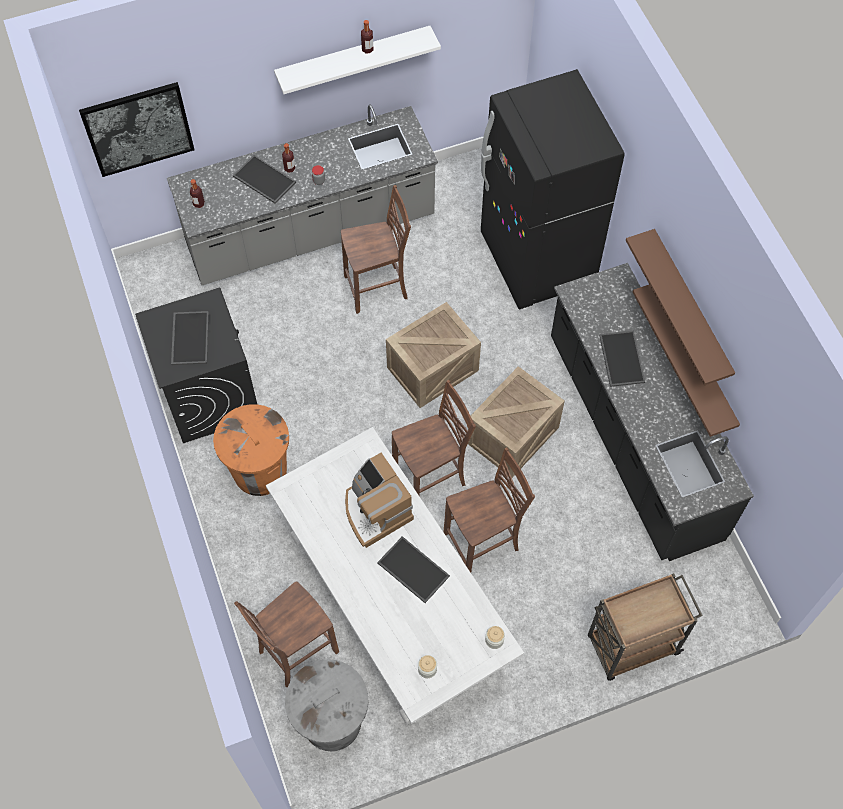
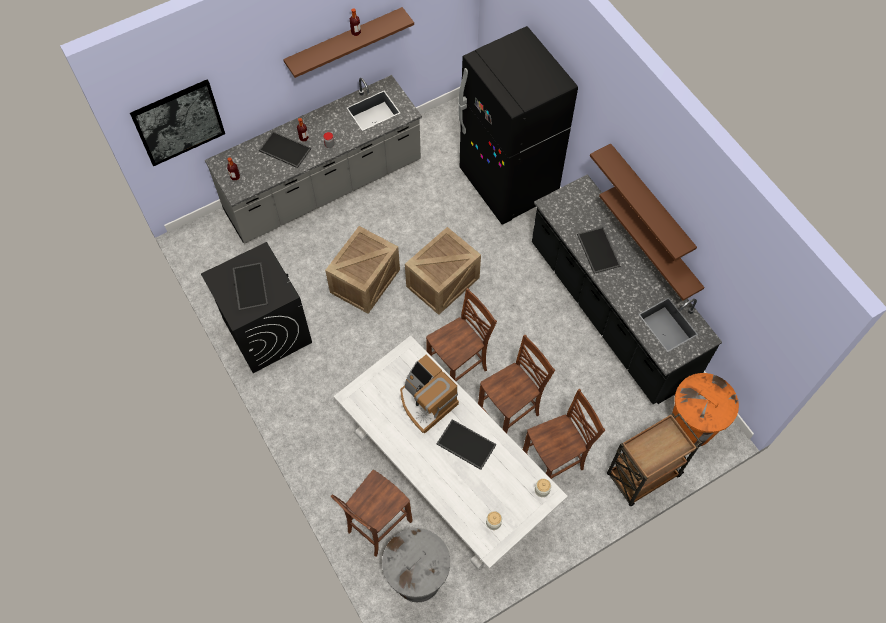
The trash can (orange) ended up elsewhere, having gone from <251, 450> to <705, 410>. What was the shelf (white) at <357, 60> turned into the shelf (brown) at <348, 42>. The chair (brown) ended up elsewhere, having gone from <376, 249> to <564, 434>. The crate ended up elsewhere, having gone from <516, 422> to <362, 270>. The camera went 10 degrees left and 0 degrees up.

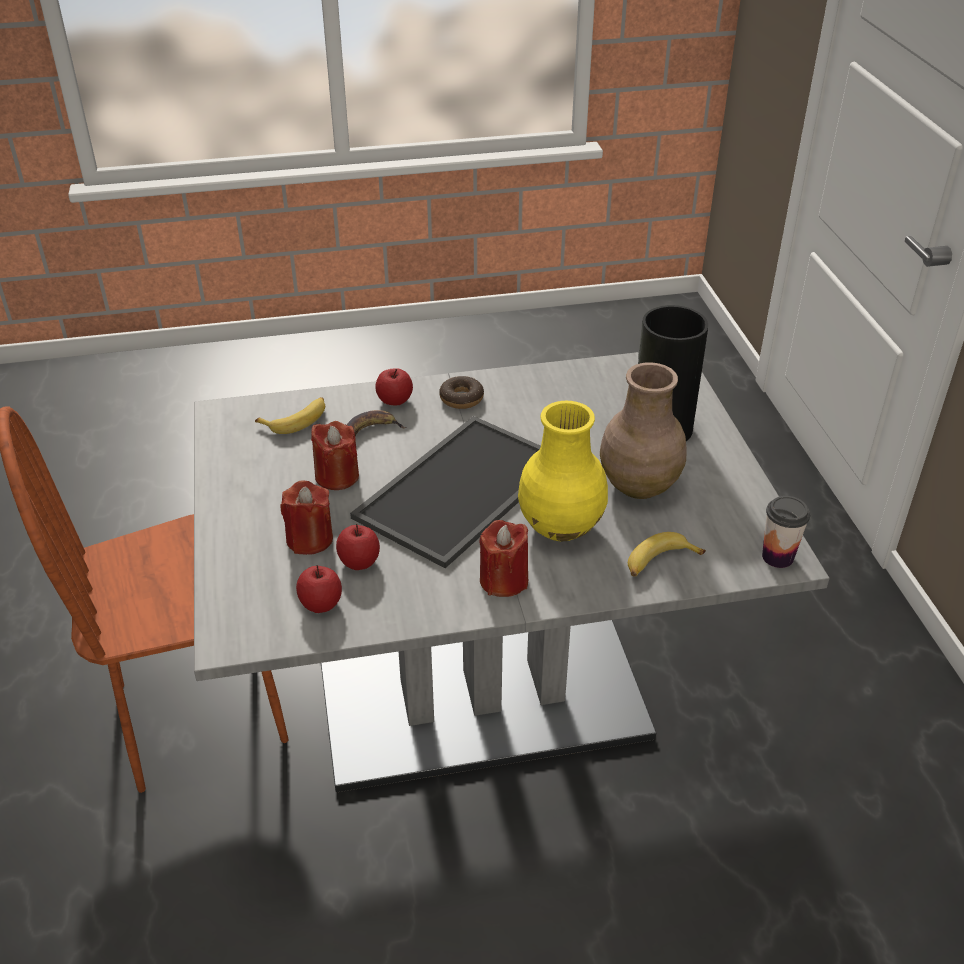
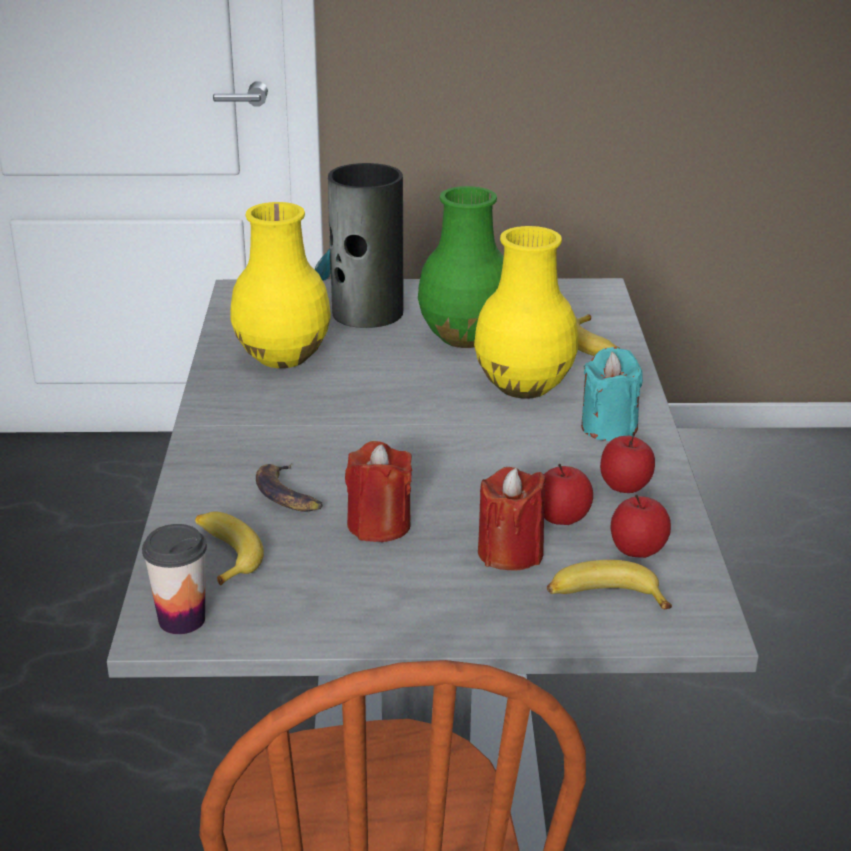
The second view lost the tray at <445, 492>. The apple ended up elsewhere, having gone from <394, 387> to <627, 462>. The second view lost the donut at <461, 392>. What was the candle (red) at <503, 558> turned into the candle (turquoise) at <612, 394>. What was the vase (brown) at <643, 430> turned into the vase (green) at <461, 267>. The cup ended up elsewhere, having gone from <786, 532> to <174, 579>. The second view gained the vase (yellow) at <280, 285>. The second view gained the banana at <609, 584>. The camera went 80 degrees left and 10 degrees down.

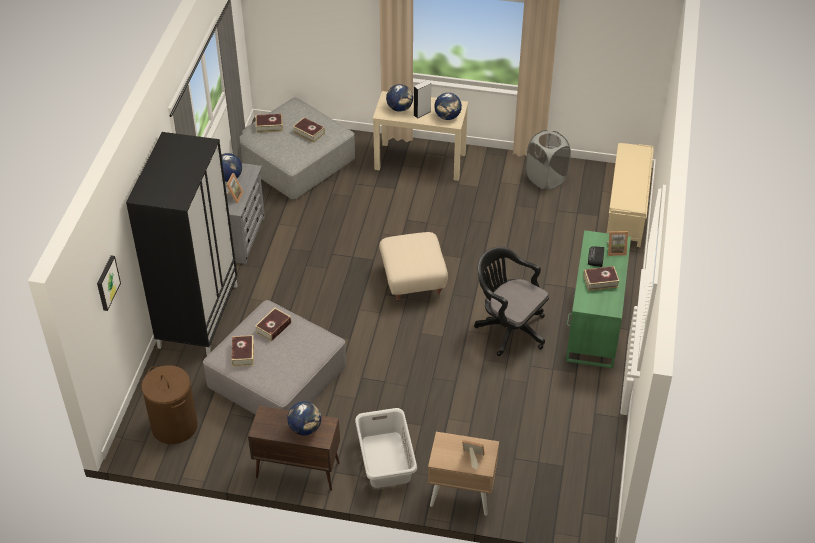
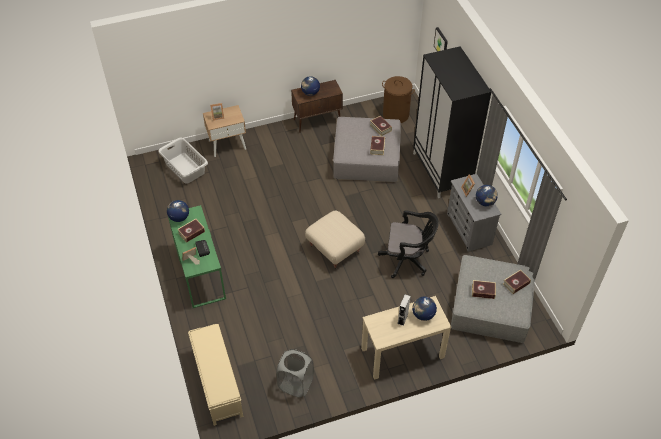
The laundry basket (grey) ended up elsewhere, having gone from <386, 448> to <183, 161>. The globe ended up elsewhere, having gone from <448, 106> to <178, 211>. The office chair (black) ended up elsewhere, having gone from <511, 301> to <408, 244>. The camera went 150 degrees right and 5 degrees up.

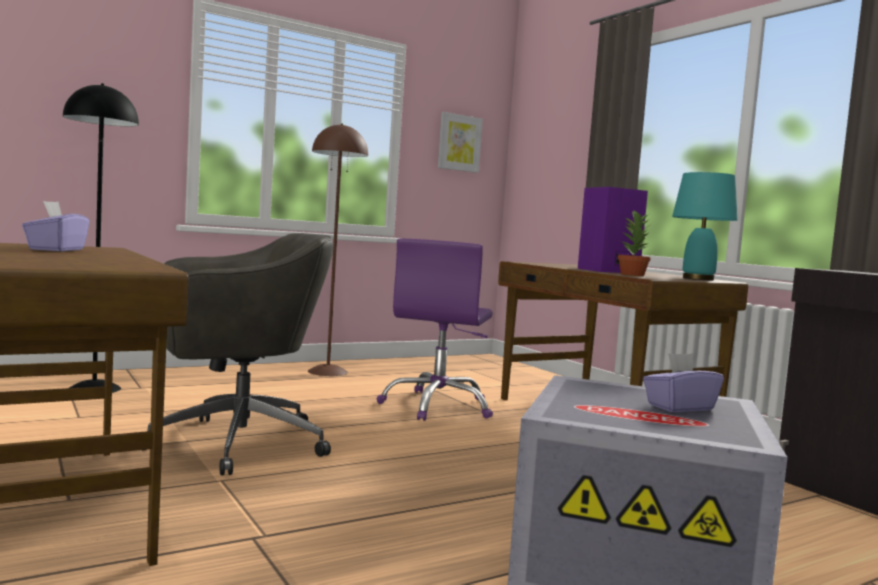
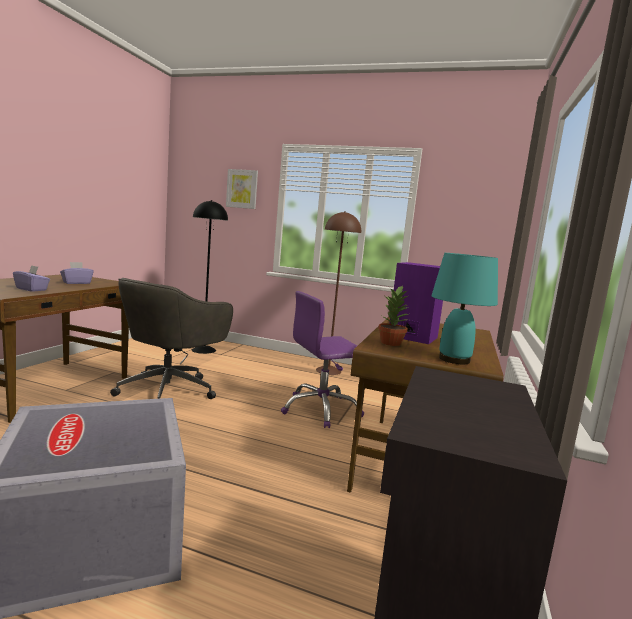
The office chair (grey) at <240, 354> ended up facing another way, 90 degrees clockwise from before. The picture ended up elsewhere, having gone from <460, 142> to <242, 189>. The tissue box (purple) ended up elsewhere, having gone from <683, 382> to <31, 278>. The camera went 50 degrees right and 5 degrees up.

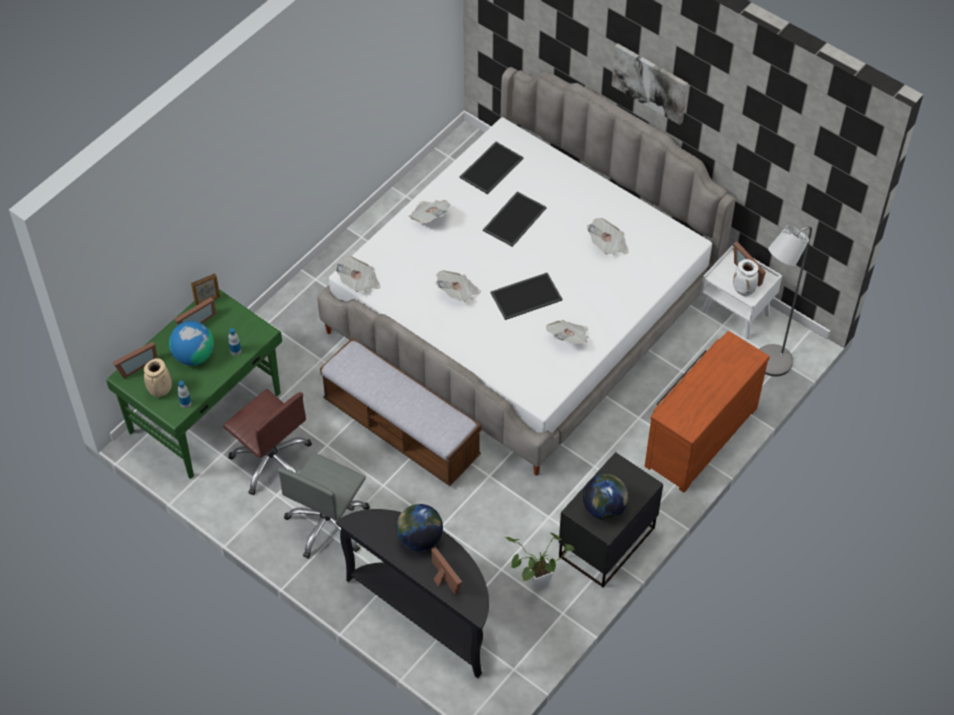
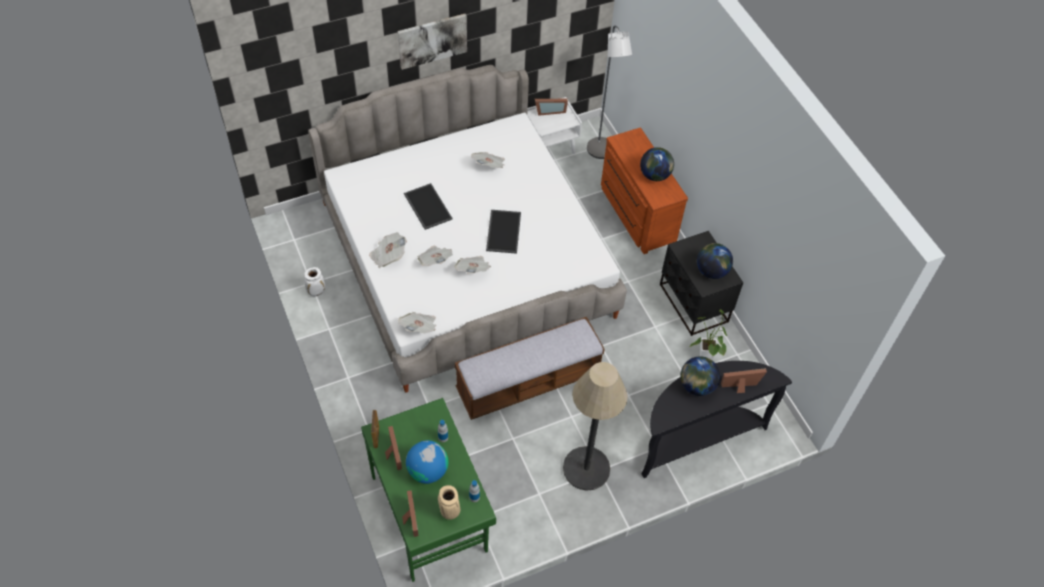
The second view lost the office chair (brown) at <267, 442>. Where the office chair (grey) stood at <324, 505>, the floor lamp came to stand at <595, 426>. The second view lost the tray at <492, 168>. The newspaper ended up elsewhere, having gone from <567, 332> to <435, 256>. The vase (white) ended up elsewhere, having gone from <745, 277> to <315, 281>. The second view gained the globe at <657, 164>. The camera went 65 degrees left and 0 degrees up.

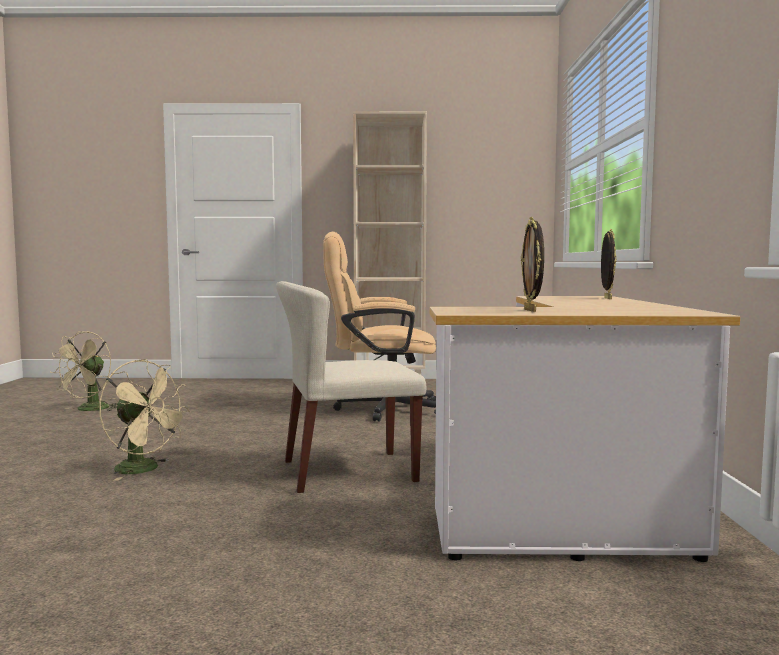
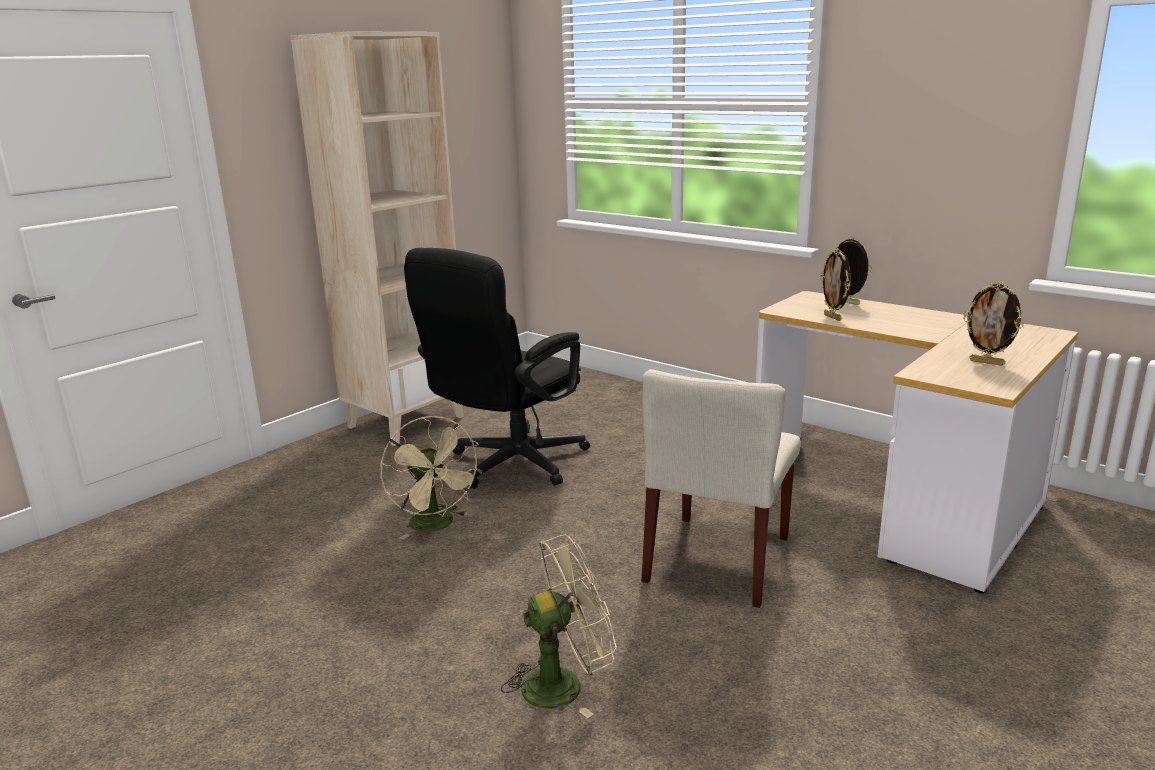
The fan (beige) ended up elsewhere, having gone from <83, 371> to <431, 478>. What was the office chair (beige) at <379, 326> turned into the office chair (black) at <497, 368>. The second view gained the picture frame at <835, 284>. The camera went 50 degrees left and 15 degrees up.

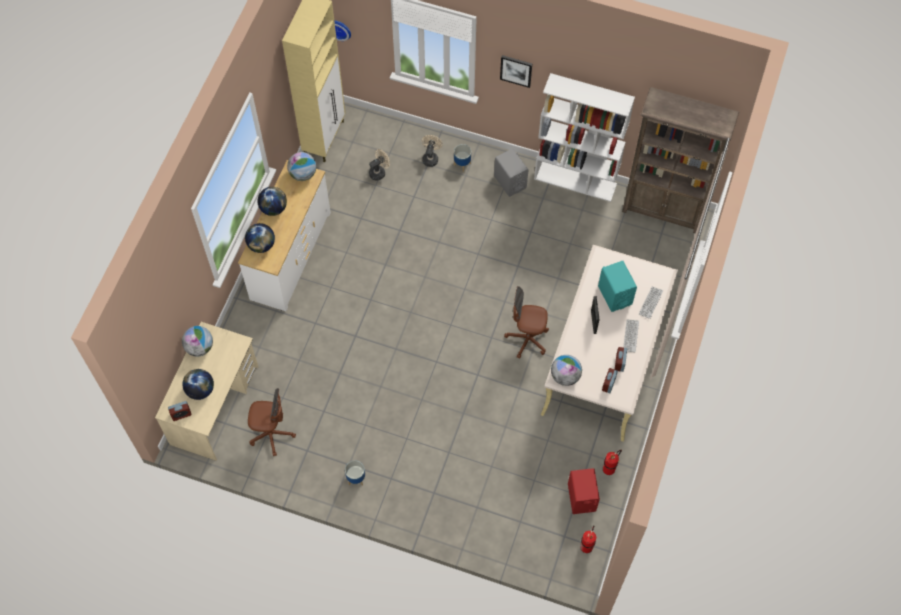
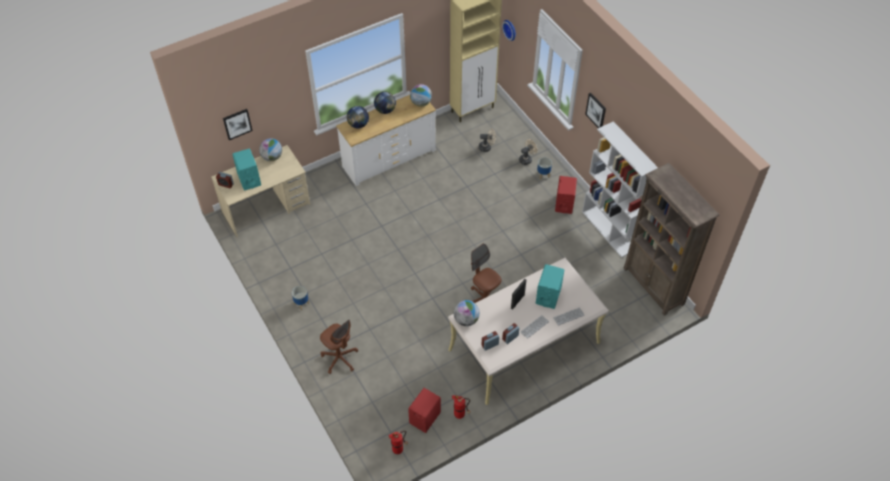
Where the globe stood at <198, 384>, the speaker (turquoise) came to stand at <246, 169>. The office chair (brown) ended up elsewhere, having gone from <272, 422> to <339, 346>. What was the speaker (grey) at <511, 173> turned into the speaker (red) at <566, 195>. The second view gained the picture at <237, 124>. The camera went 40 degrees right and 10 degrees down.

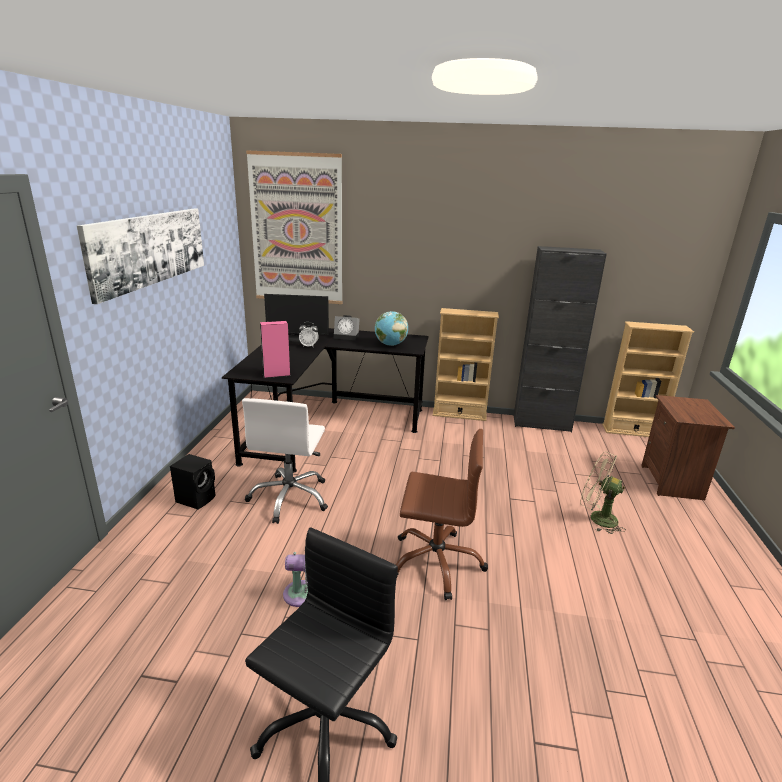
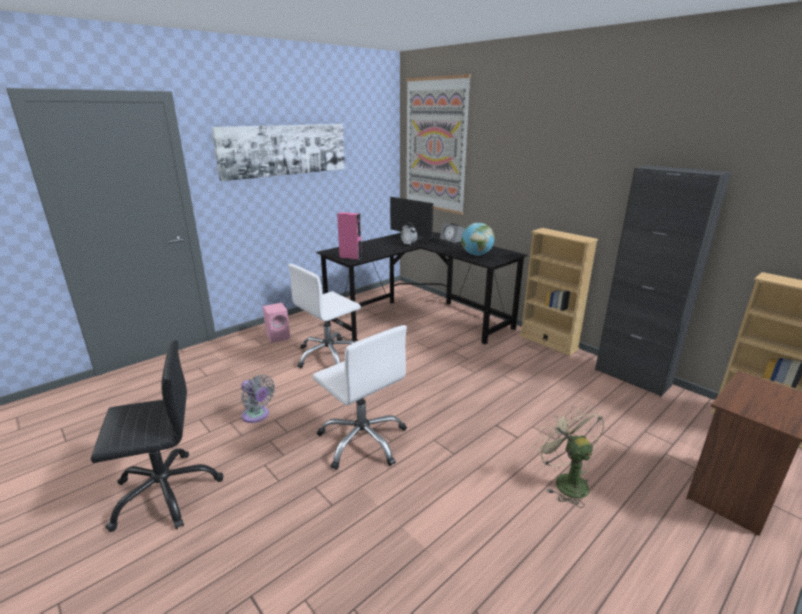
What was the speaker (black) at <193, 482> turned into the speaker (pink) at <276, 323>. What was the office chair (brown) at <442, 514> turned into the office chair (white) at <360, 397>. The camera went 40 degrees right and 0 degrees up.

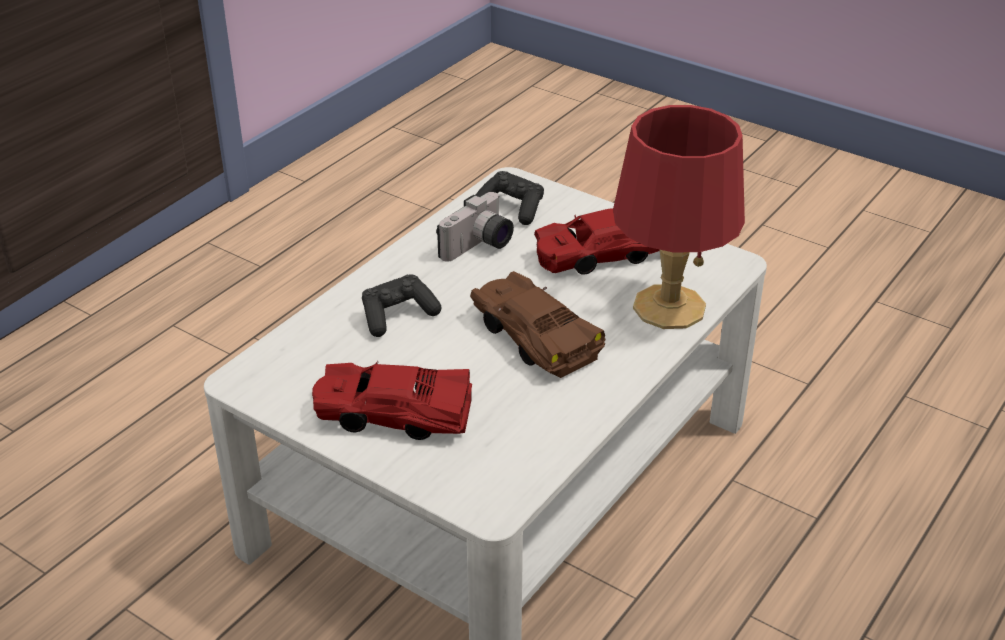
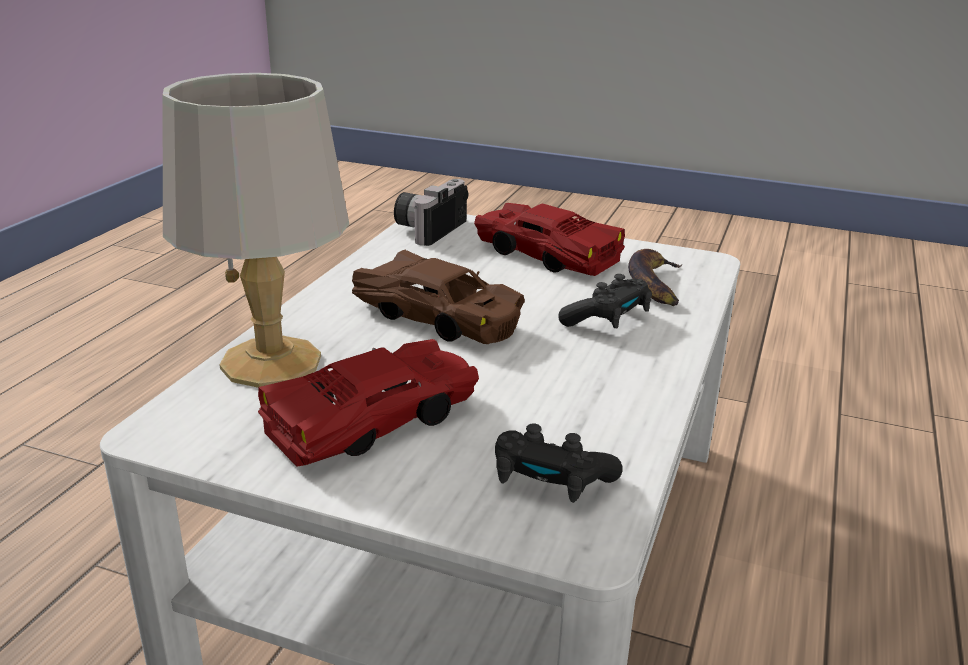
The toy car (red) at <392, 400> ended up facing another way, 135 degrees counterclockwise from before. The photo camera ended up elsewhere, having gone from <475, 227> to <431, 212>. What was the table lamp (red) at <679, 217> turned into the table lamp (grey) at <256, 230>. The second view gained the banana at <655, 277>. The camera went 165 degrees right and 10 degrees down.

